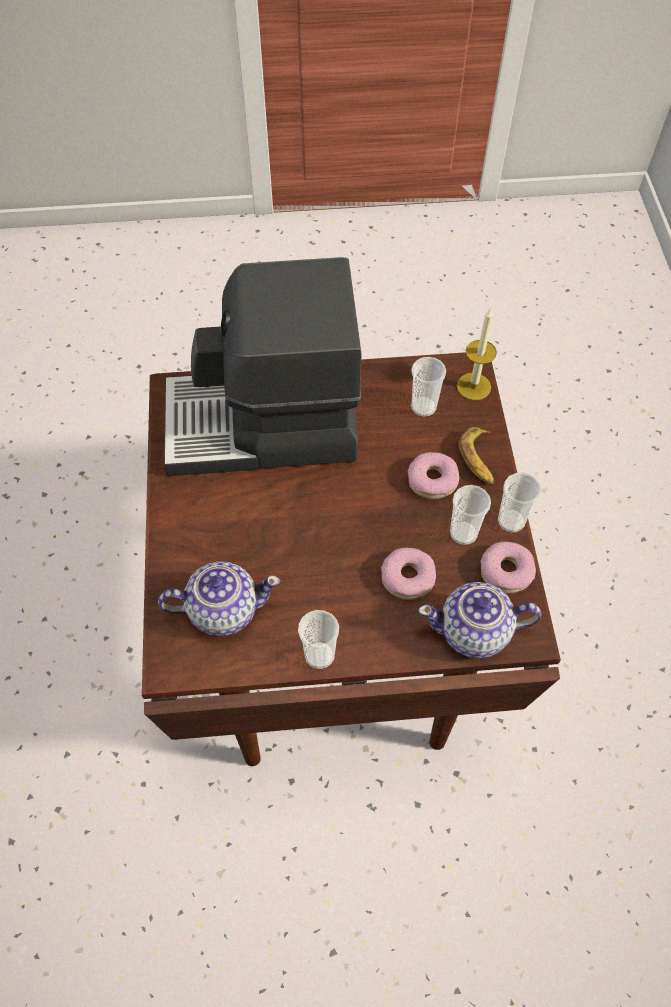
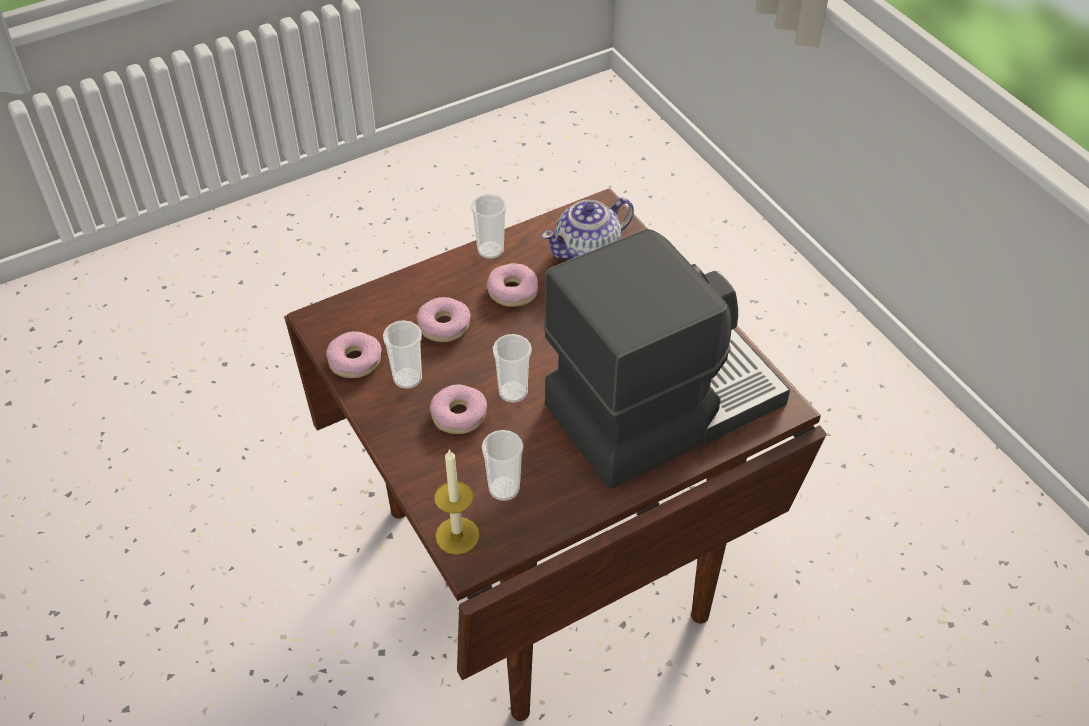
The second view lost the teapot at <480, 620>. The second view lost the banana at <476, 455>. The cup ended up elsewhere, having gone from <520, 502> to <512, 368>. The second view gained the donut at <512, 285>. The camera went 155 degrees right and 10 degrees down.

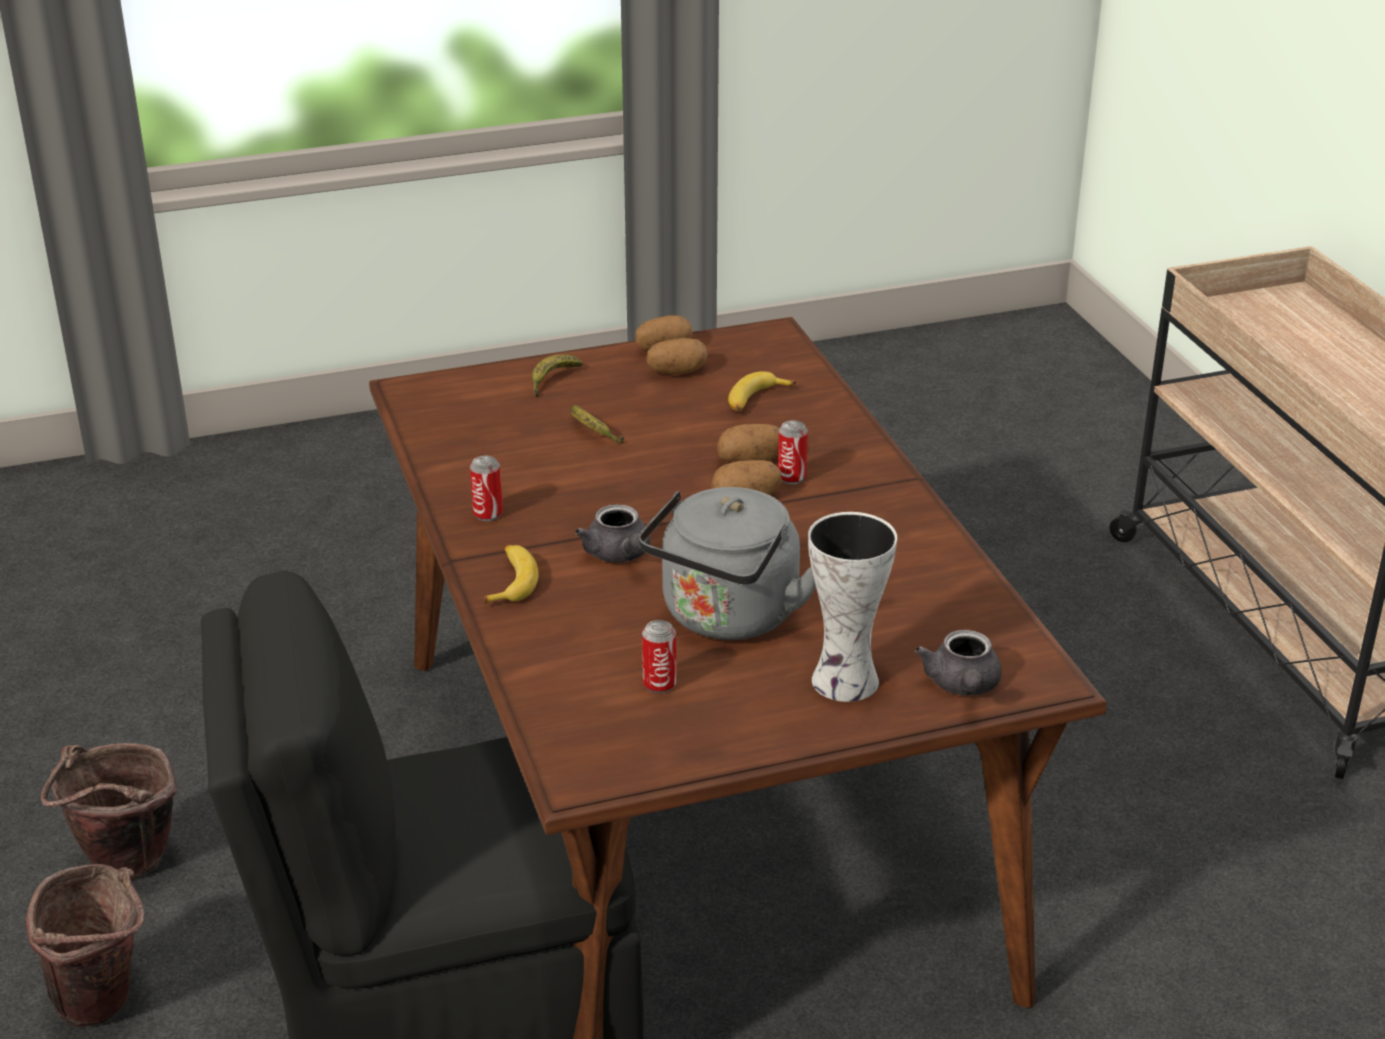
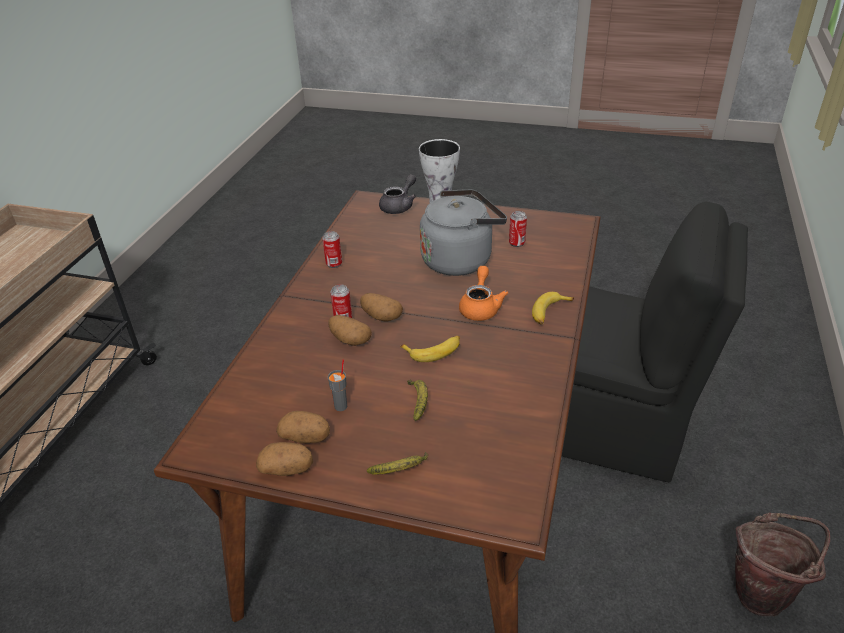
The second view lost the bucket (brown) at <85, 945>. The can ended up elsewhere, having gone from <486, 488> to <332, 249>. What was the teapot (grey) at <612, 533> turned into the teapot (orange) at <483, 293>. The banana ended up elsewhere, having gone from <762, 391> to <430, 349>. The second view gained the cup (grey) at <337, 385>. The camera went 145 degrees left and 5 degrees up.

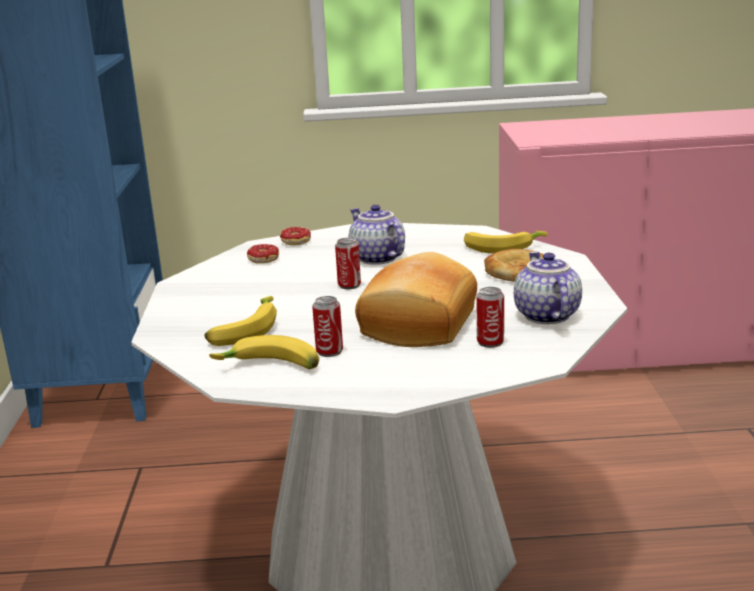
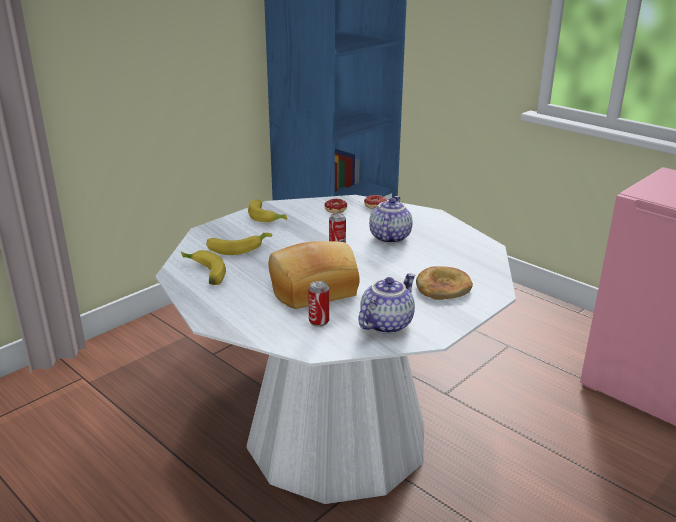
The second view lost the can at <327, 326>. The banana ended up elsewhere, having gone from <506, 242> to <267, 210>. The camera went 45 degrees right and 5 degrees up.

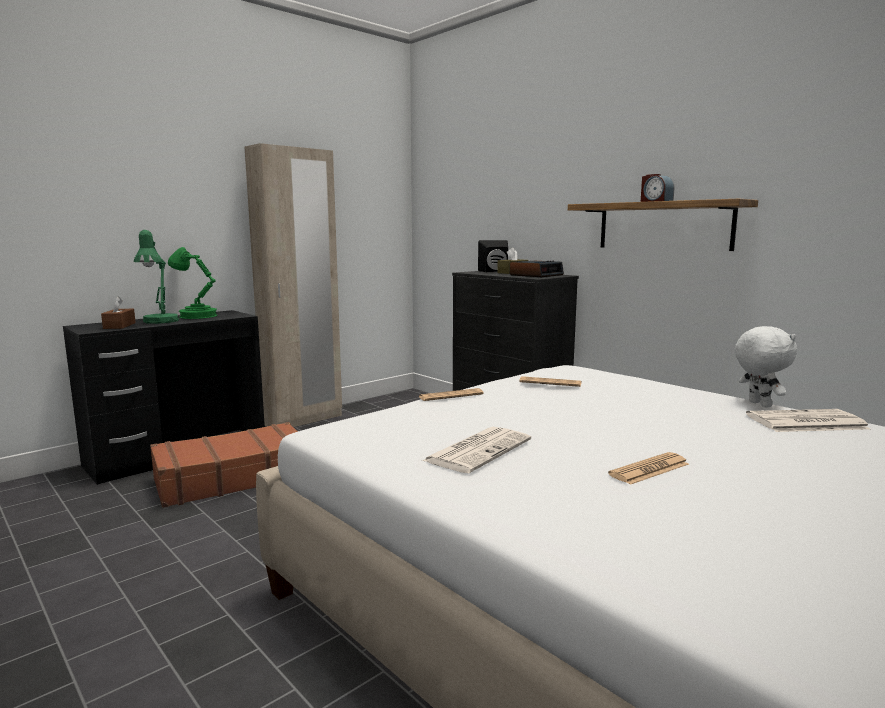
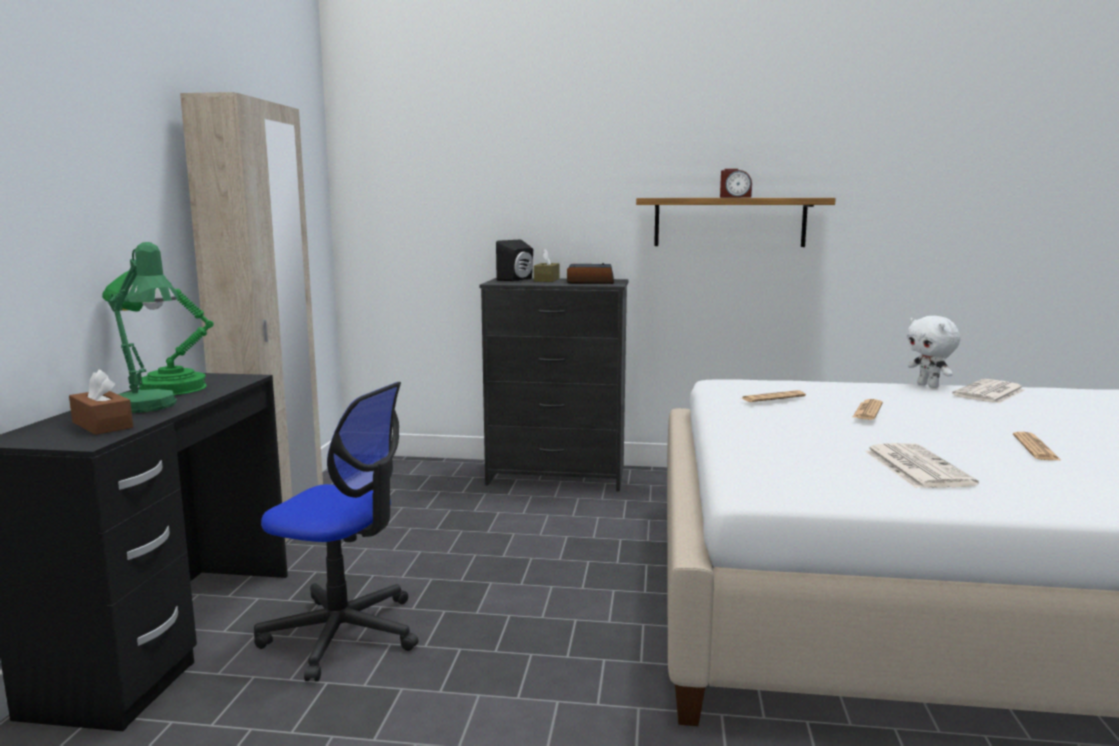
Where the suitcase (brown) stood at <224, 465>, the office chair came to stand at <336, 532>. The newspaper ended up elsewhere, having gone from <451, 394> to <868, 409>. The plush toy (white) at <766, 367> ended up facing another way, 150 degrees counterclockwise from before. The camera went 40 degrees left and 0 degrees up.

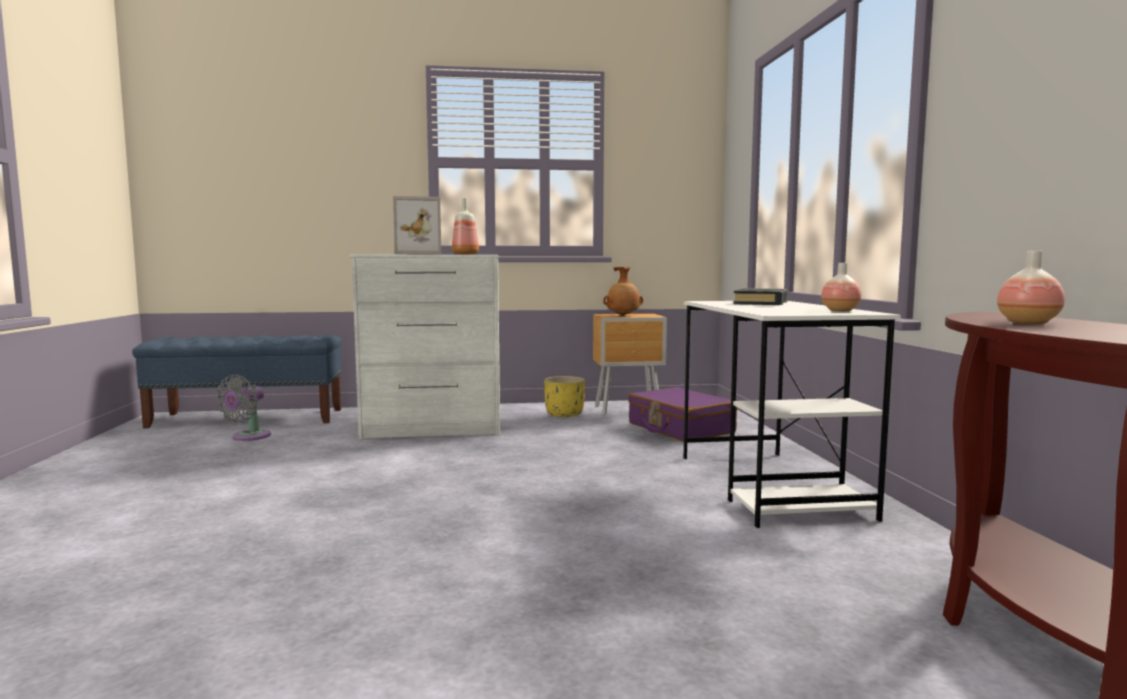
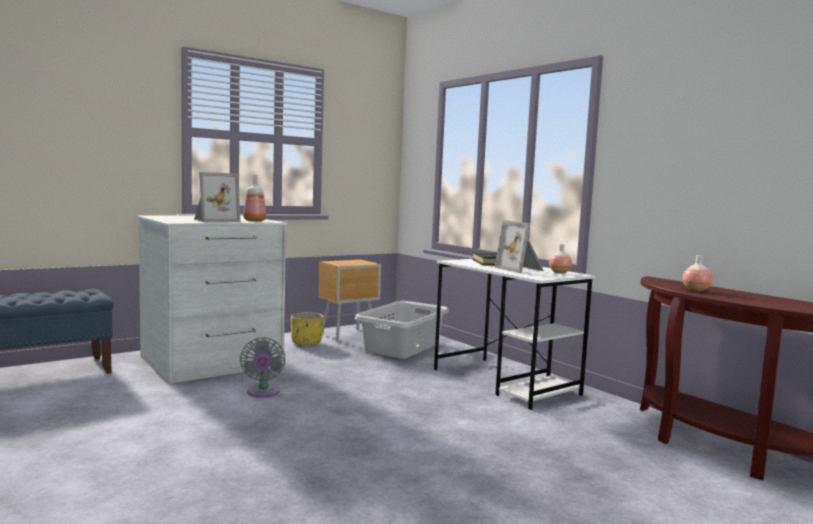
The fan (grey) ended up elsewhere, having gone from <243, 408> to <262, 367>. The second view lost the vase (brown) at <623, 291>. Where the suitcase (purple) stood at <682, 414>, the laundry basket (grey) came to stand at <402, 330>. The second view gained the picture frame at <519, 246>. The camera went 30 degrees left and 0 degrees up.

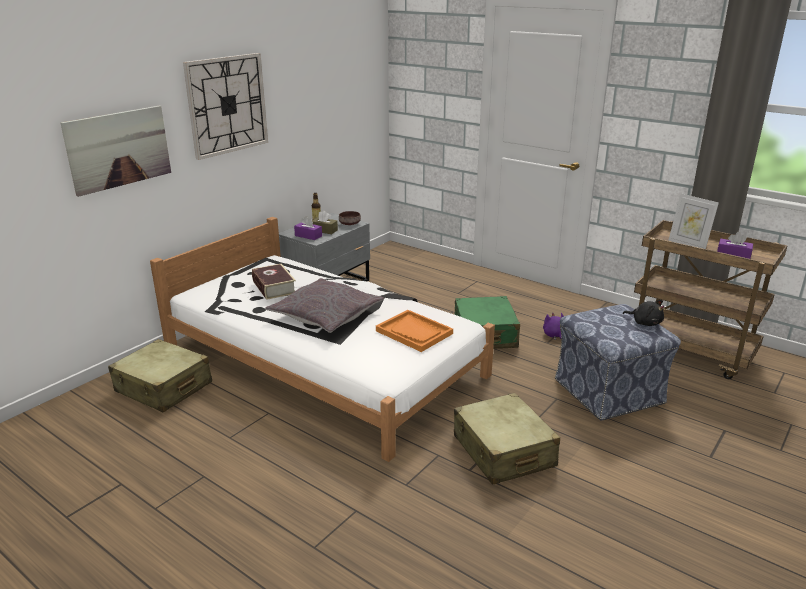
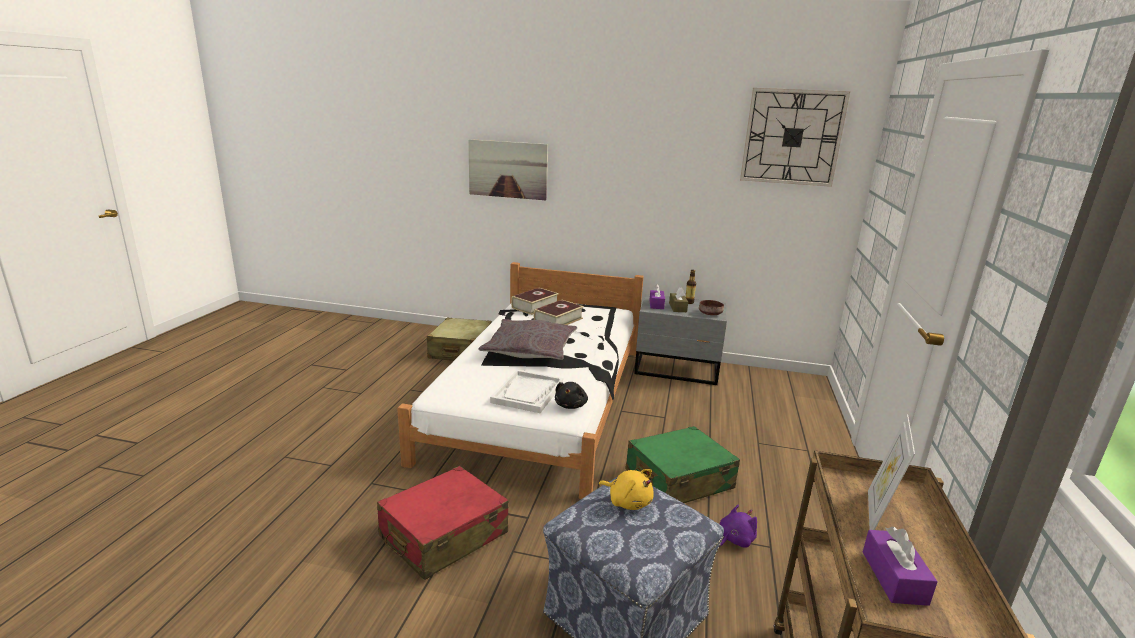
The wall clock ended up elsewhere, having gone from <225, 106> to <795, 137>. What was the tray (orange) at <414, 331> turned into the tray (white) at <526, 391>. What was the suitcase (beige) at <507, 439> turned into the suitcase (red) at <443, 523>. The plush toy (black) ended up elsewhere, having gone from <643, 313> to <571, 395>. The second view gained the book at <535, 301>. The second view gained the plush toy (yellow) at <626, 489>. The camera went 65 degrees right and 5 degrees down.

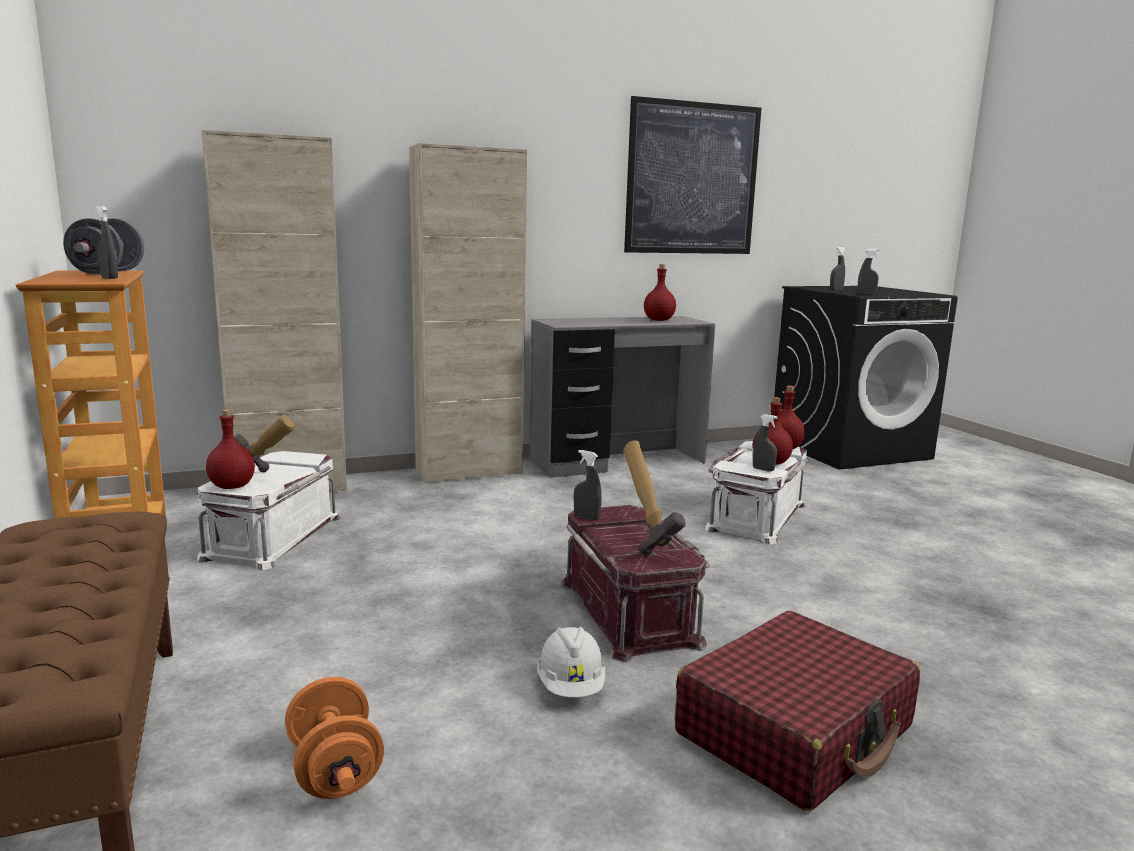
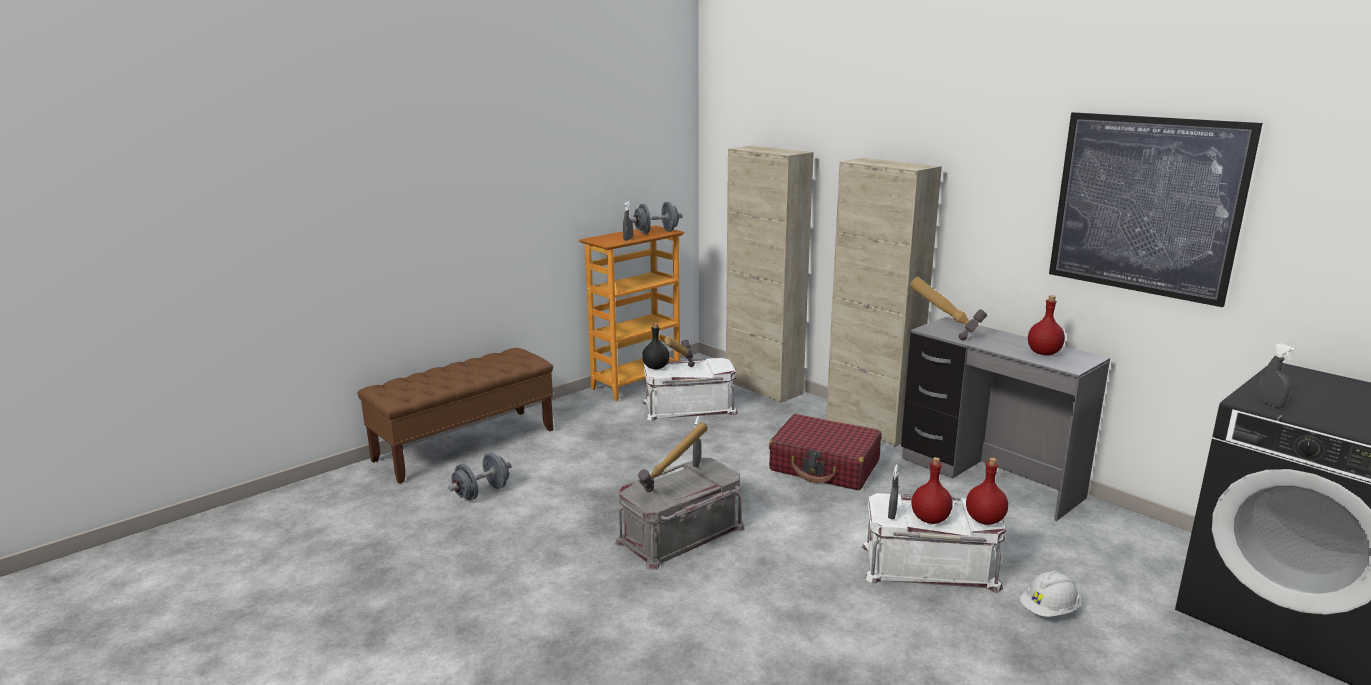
What was the bottle (red) at <230, 449> turned into the bottle (black) at <655, 346>. What was the dumbbell (orange) at <334, 738> turned into the dumbbell (grey) at <479, 477>. The hard hat (white) ended up elsewhere, having gone from <571, 662> to <1050, 594>. What was the storage box (red) at <635, 583> turned into the storage box (grey) at <680, 514>. The suitcase (red) ended up elsewhere, having gone from <797, 711> to <825, 452>. The second view lost the spray bottle (grey) at <837, 268>. The second view gained the hammer at <948, 308>. The camera went 70 degrees right and 5 degrees up.

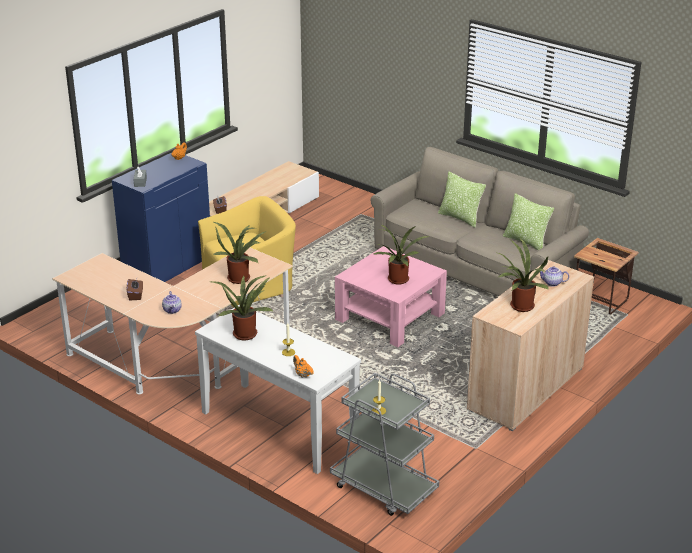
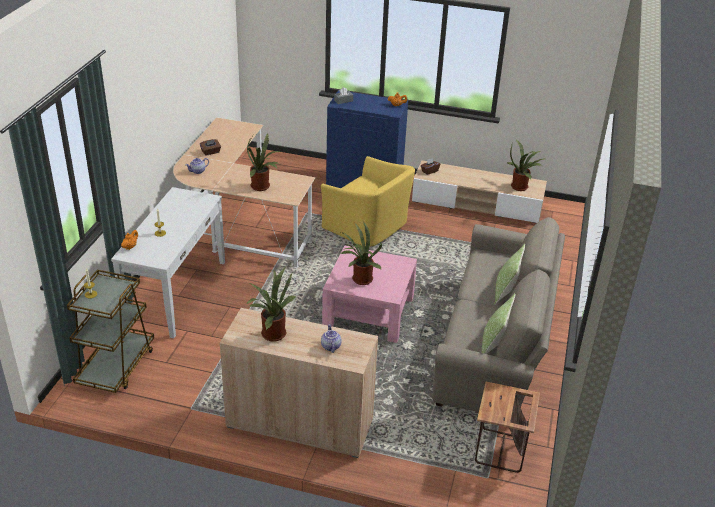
The potted plant ended up elsewhere, having gone from <242, 308> to <525, 165>. What was the cart (grey) at <384, 444> turned into the cart (brown) at <110, 331>. The camera went 65 degrees right and 5 degrees up.

